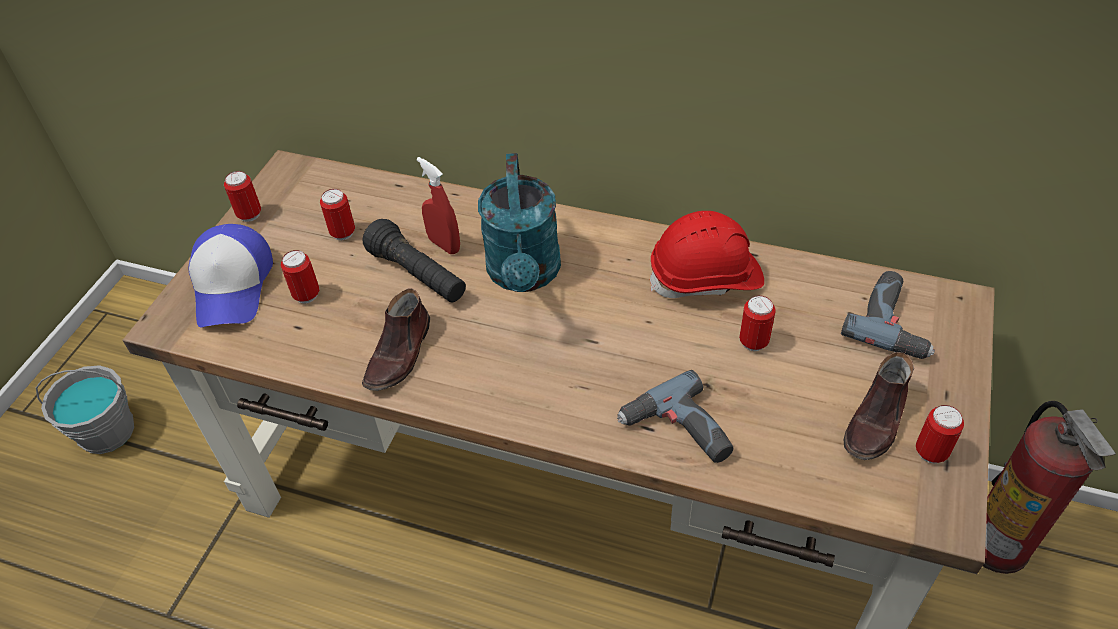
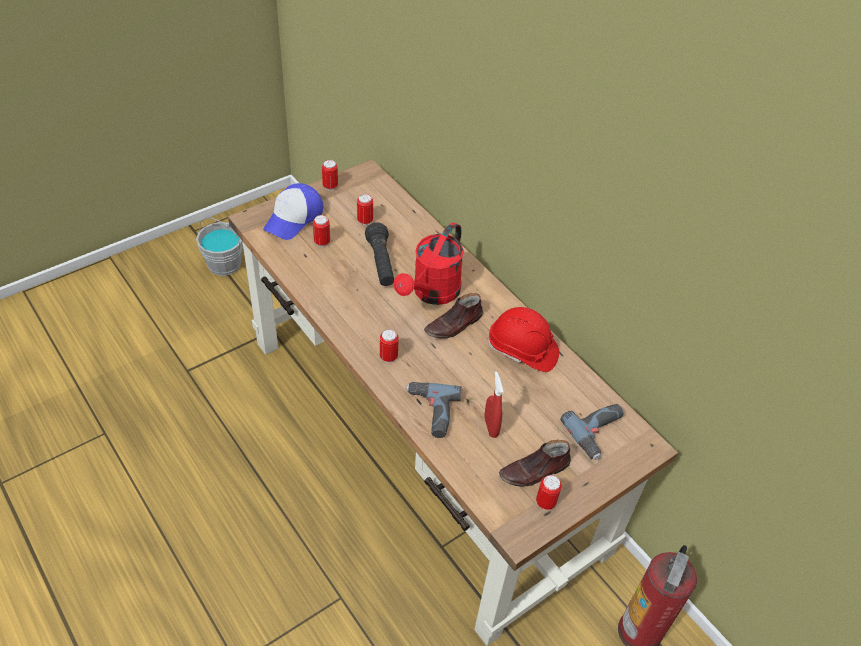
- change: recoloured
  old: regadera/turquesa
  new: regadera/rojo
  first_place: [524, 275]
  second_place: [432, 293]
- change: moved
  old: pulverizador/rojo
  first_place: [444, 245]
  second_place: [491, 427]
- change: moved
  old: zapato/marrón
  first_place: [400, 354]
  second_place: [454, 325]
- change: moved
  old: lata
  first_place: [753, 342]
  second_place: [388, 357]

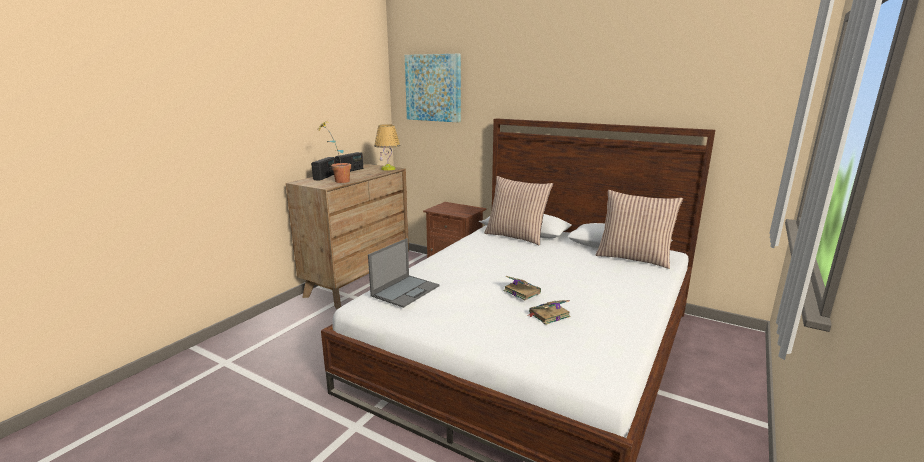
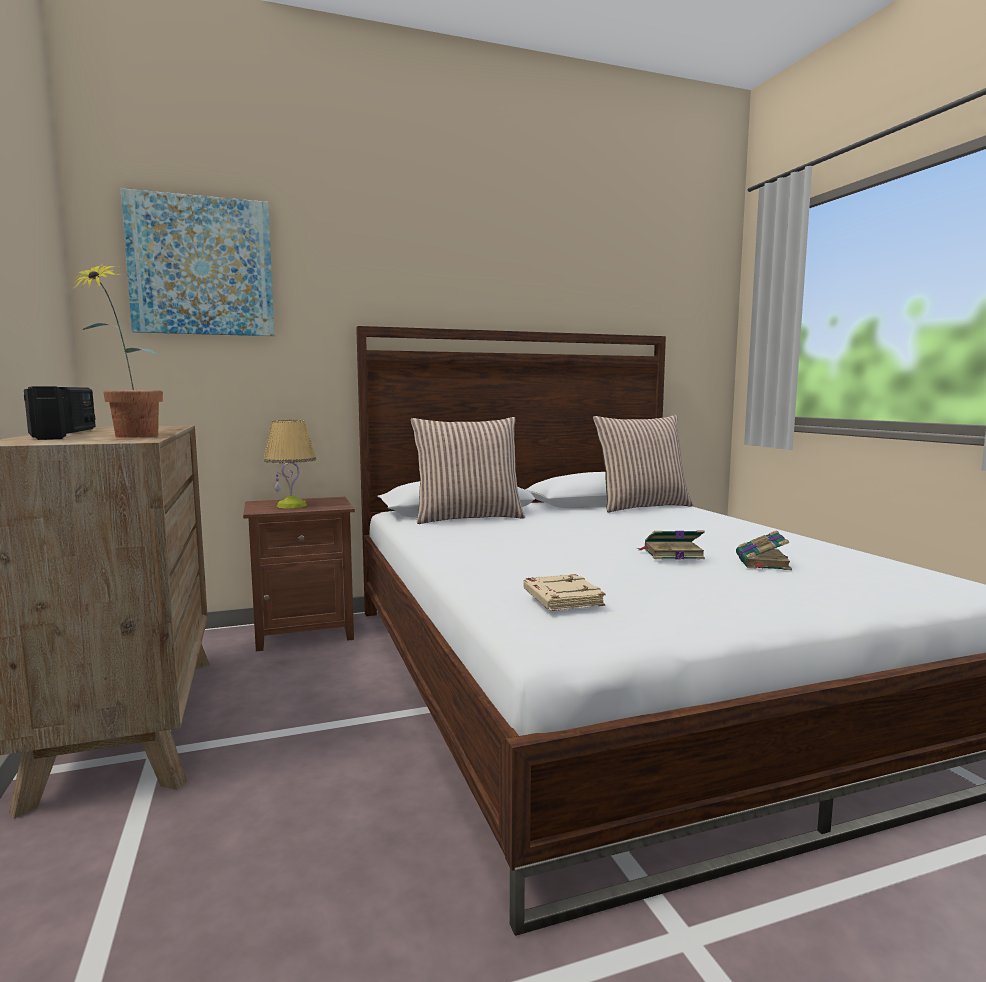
- change: moved
  old: lámpara de mesa
  first_place: [388, 169]
  second_place: [292, 505]
- change: replaced
  old: portátil
  new: libro/beis
  first_place: [406, 290]
  second_place: [561, 599]

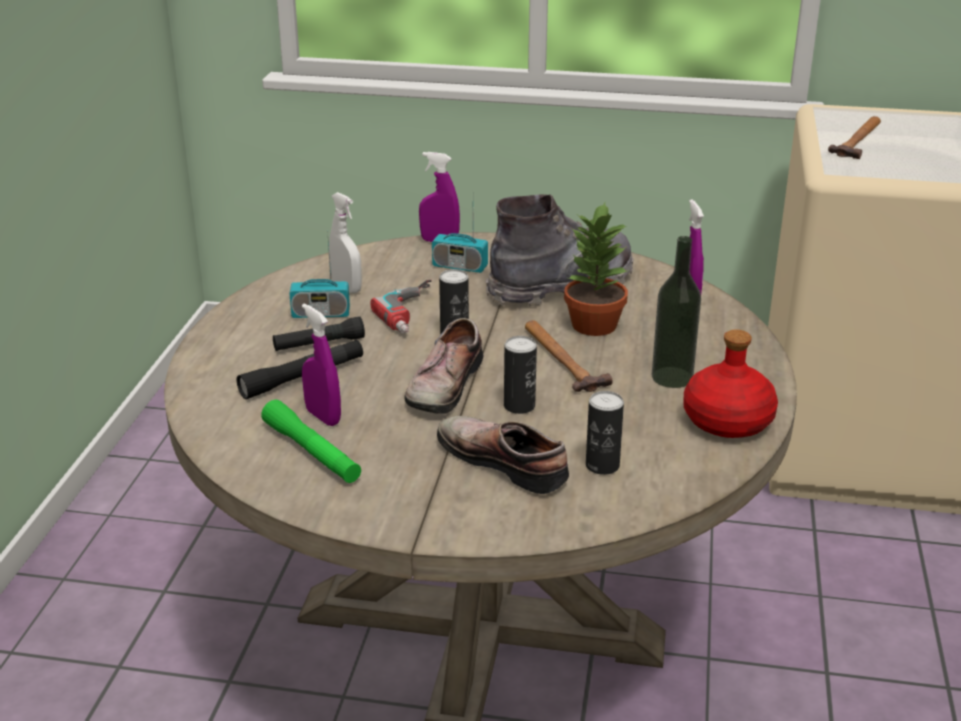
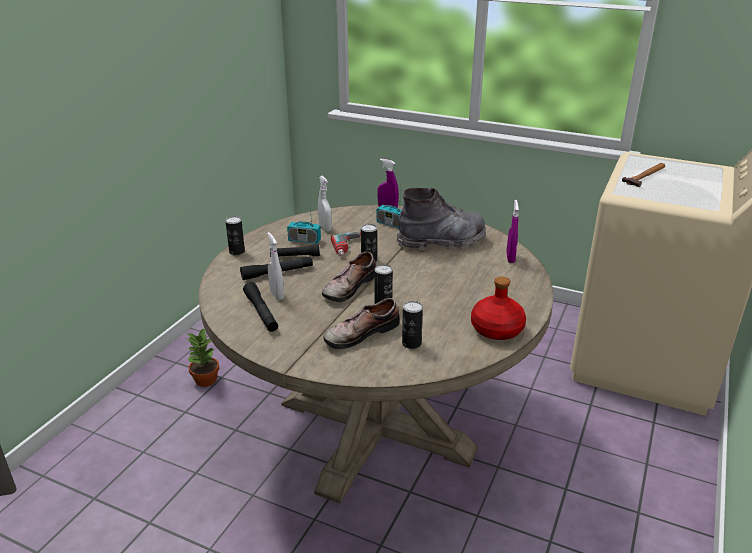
- change: moved
  old: planta en maceta
  first_place: [593, 325]
  second_place: [205, 380]
- change: removed
  old: botella
  first_place: [672, 377]
- change: recoloured
  old: pulverizador/morado
  new: pulverizador/blanco
  first_place: [323, 417]
  second_place: [277, 295]
- change: removed
  old: martillo
  first_place: [561, 359]
- change: recoloured
  old: linterna/verde
  new: linterna/negro
  first_place: [312, 452]
  second_place: [261, 312]
- change: turned
  old: zapato
  first_place: [505, 461]
  second_place: [360, 332]
  degrees: -90
- change: added
  new: lata
  second_place: [237, 251]

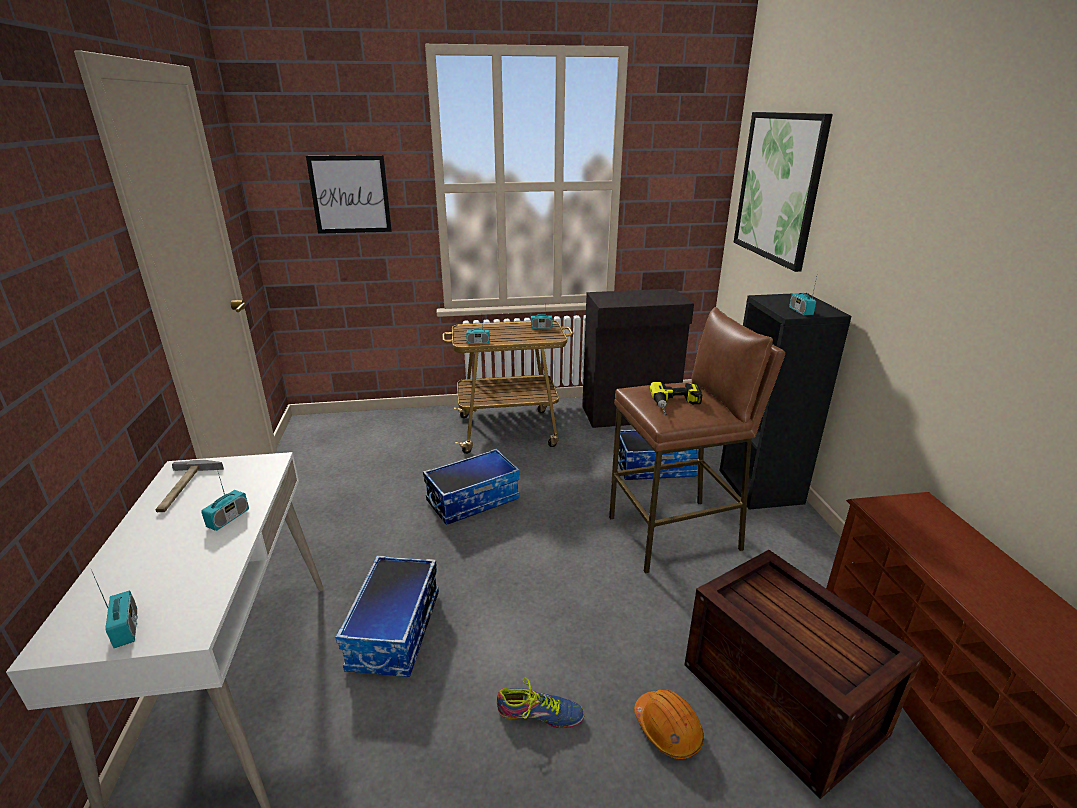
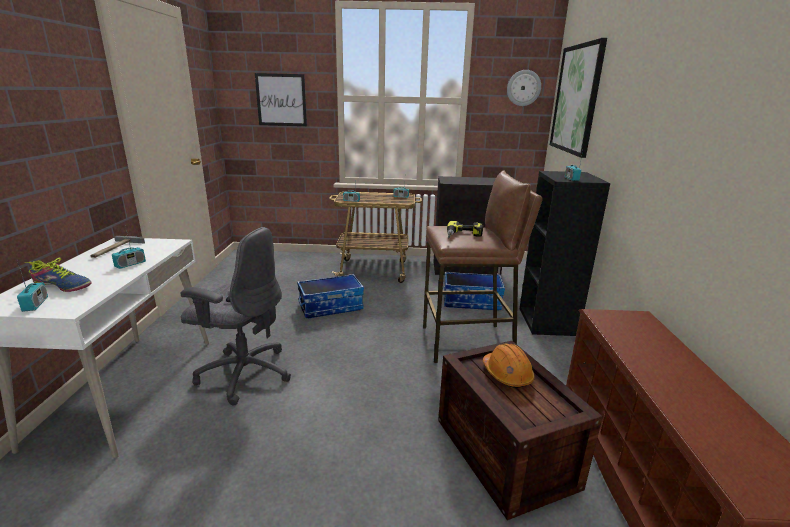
- change: replaced
  old: caja de almacenaje
  new: silla de oficina/gris
  first_place: [396, 631]
  second_place: [244, 373]
- change: moved
  old: zapato
  first_place: [539, 713]
  second_place: [63, 285]
- change: moved
  old: casco/naranja
  first_place: [667, 729]
  second_place: [507, 374]
- change: added
  new: reloj de pared
  second_place: [523, 88]

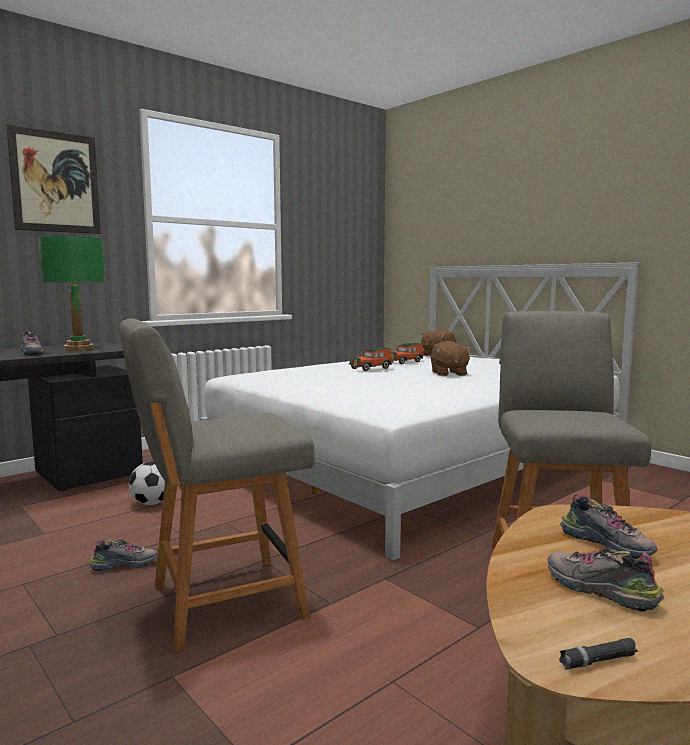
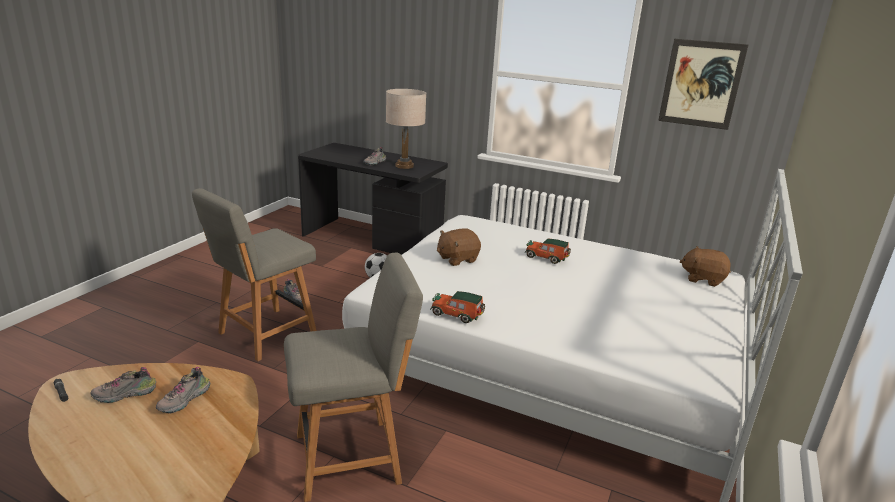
- change: moved
  old: cuadro
  first_place: [55, 182]
  second_place: [701, 84]
- change: recoloured
  old: lámpara de mesa/verde
  new: lámpara de mesa/beis
  first_place: [78, 349]
  second_place: [404, 166]
- change: turned
  old: silla/gris
  first_place: [221, 602]
  second_place: [264, 335]
  degrees: -90
- change: moved
  old: peluche/marrón
  first_place: [448, 374]
  second_place: [457, 259]
- change: moved
  old: coche de juguete
  first_place: [405, 362]
  second_place: [458, 315]
- change: turned
  old: zapato
  first_place: [598, 591]
  second_place: [124, 395]
  degrees: -135

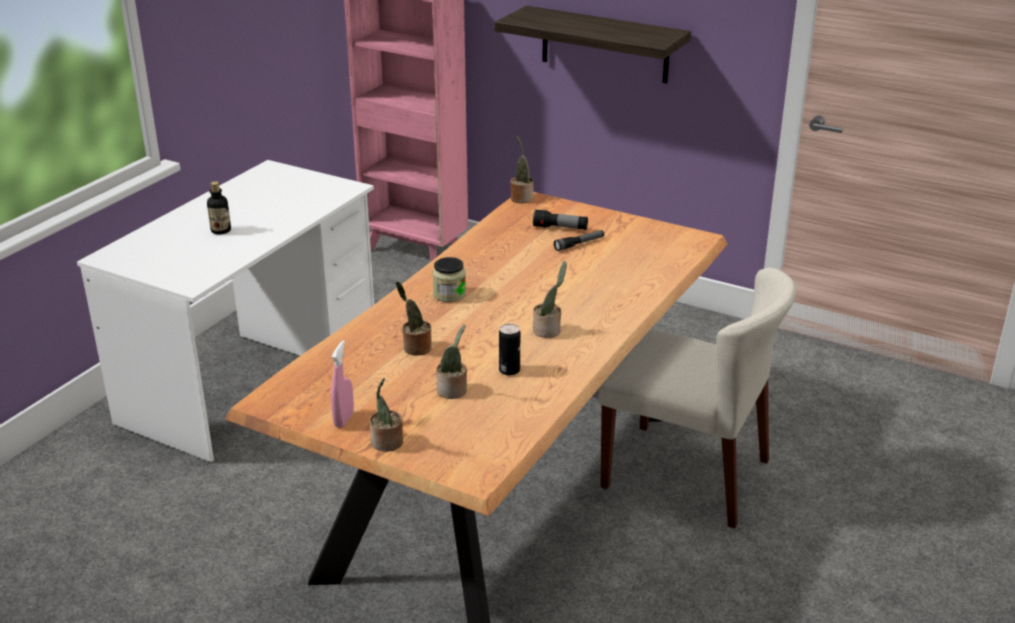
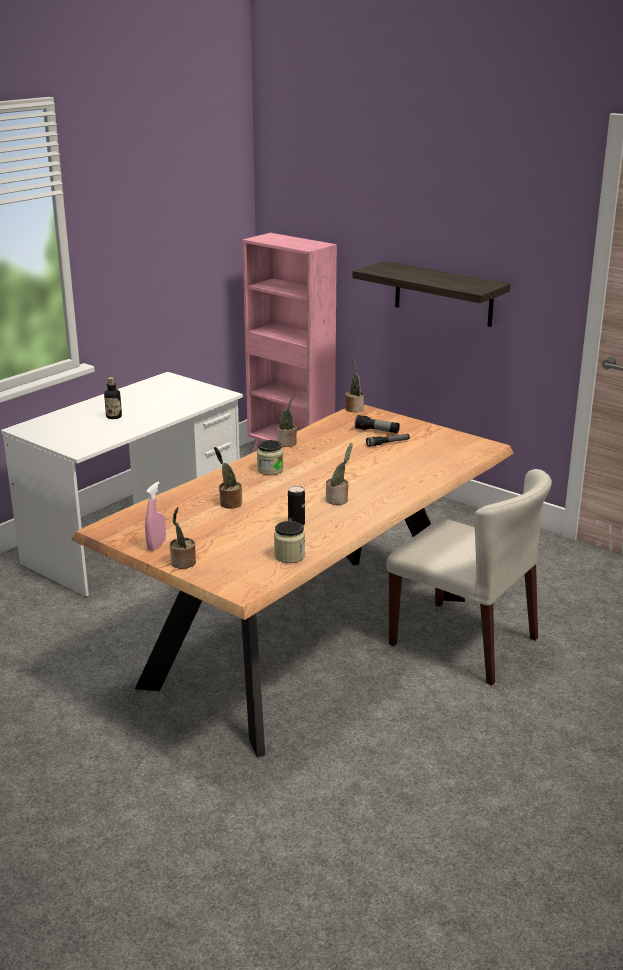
- change: moved
  old: planta en maceta
  first_place: [453, 391]
  second_place: [287, 443]
- change: added
  new: tarro
  second_place: [289, 556]

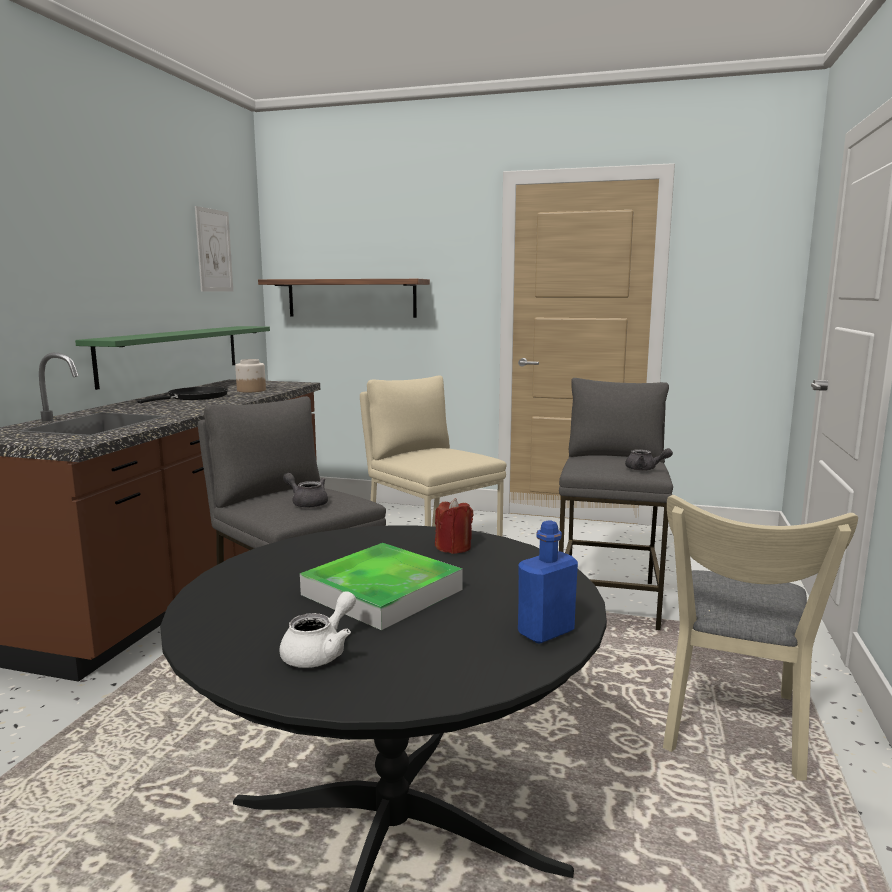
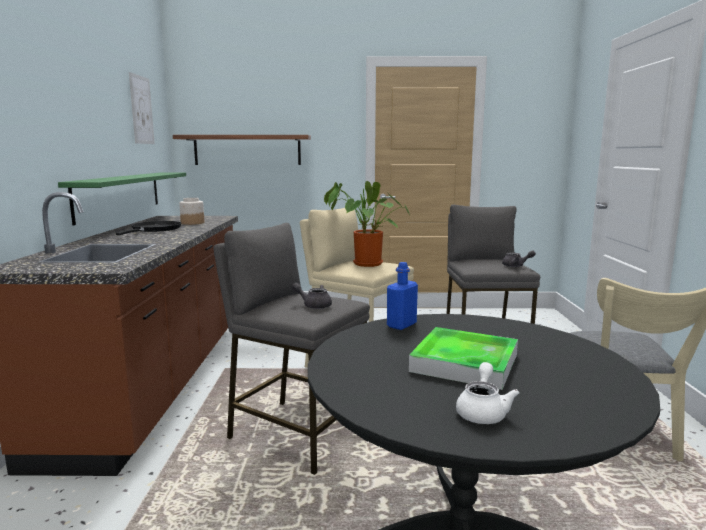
- change: removed
  old: vela/rojo
  first_place: [453, 547]
- change: moved
  old: botella/azul
  first_place: [545, 632]
  second_place: [401, 325]
- change: added
  new: planta en maceta
  second_place: [364, 264]

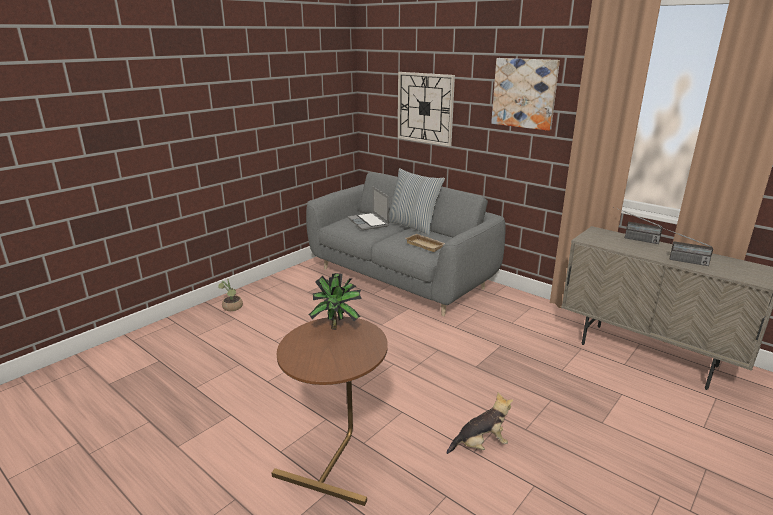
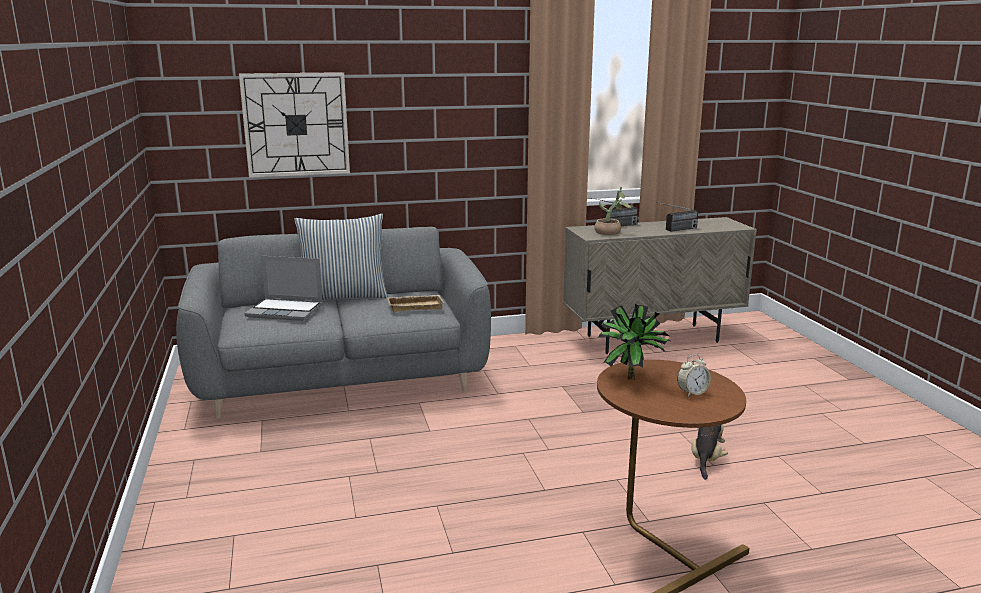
- change: removed
  old: cuadro
  first_place: [524, 93]
- change: moved
  old: planta en maceta
  first_place: [232, 308]
  second_place: [610, 232]
- change: added
  new: despertador
  second_place: [692, 393]

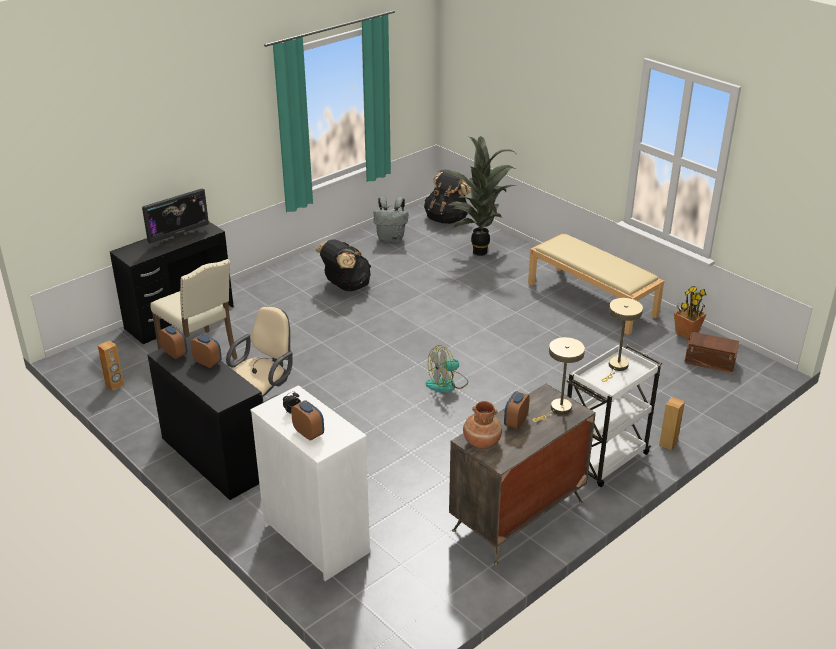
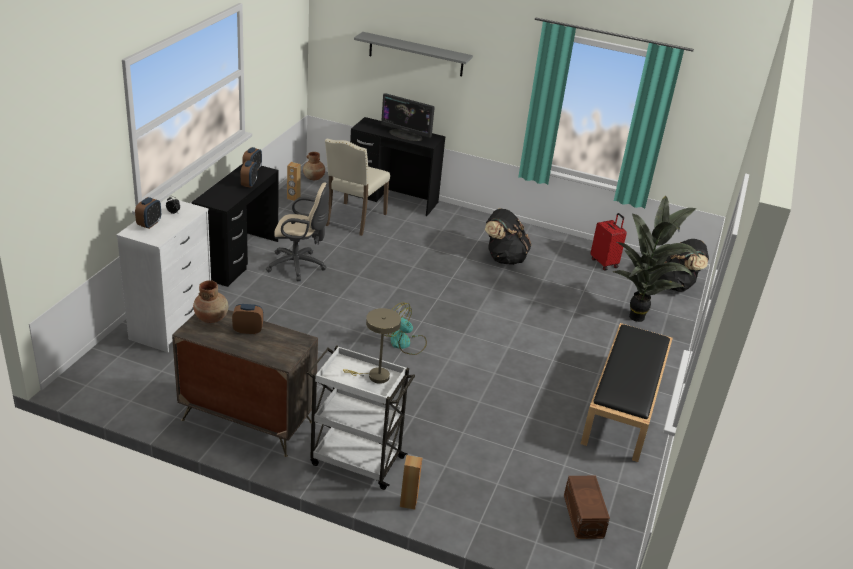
- change: replaced
  old: mochila/gris
  new: maleta/rojo
  first_place: [391, 239]
  second_place: [604, 263]
- change: recoloured
  old: banco/beis
  new: banco/negro
  first_place: [592, 299]
  second_place: [624, 407]
- change: removed
  old: planta en maceta
  first_place: [686, 333]
- change: removed
  old: lámpara de mesa/beis
  first_place: [558, 409]
- change: added
  new: estante/gris
  second_place: [416, 54]
- change: added
  new: florero/marrón
  second_place: [313, 178]

